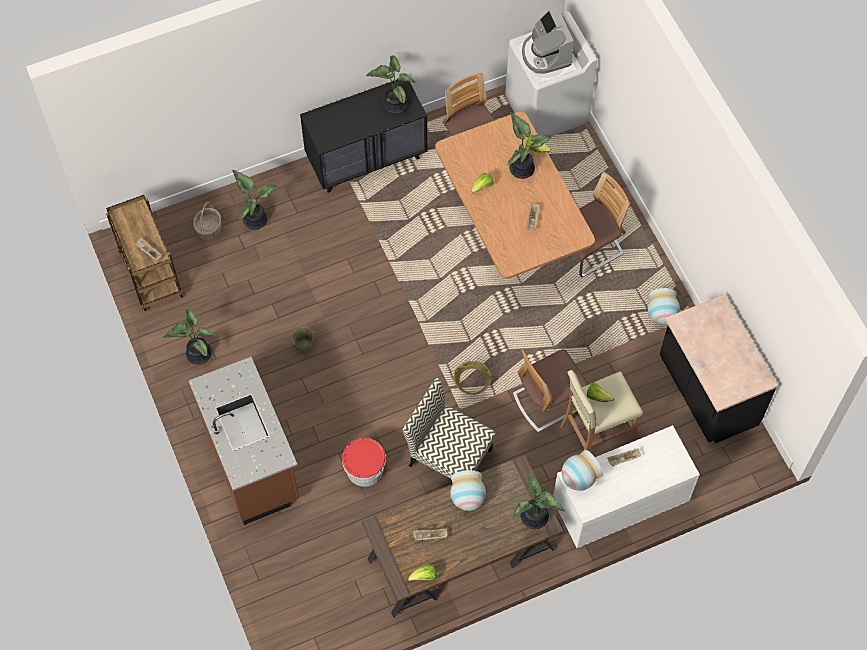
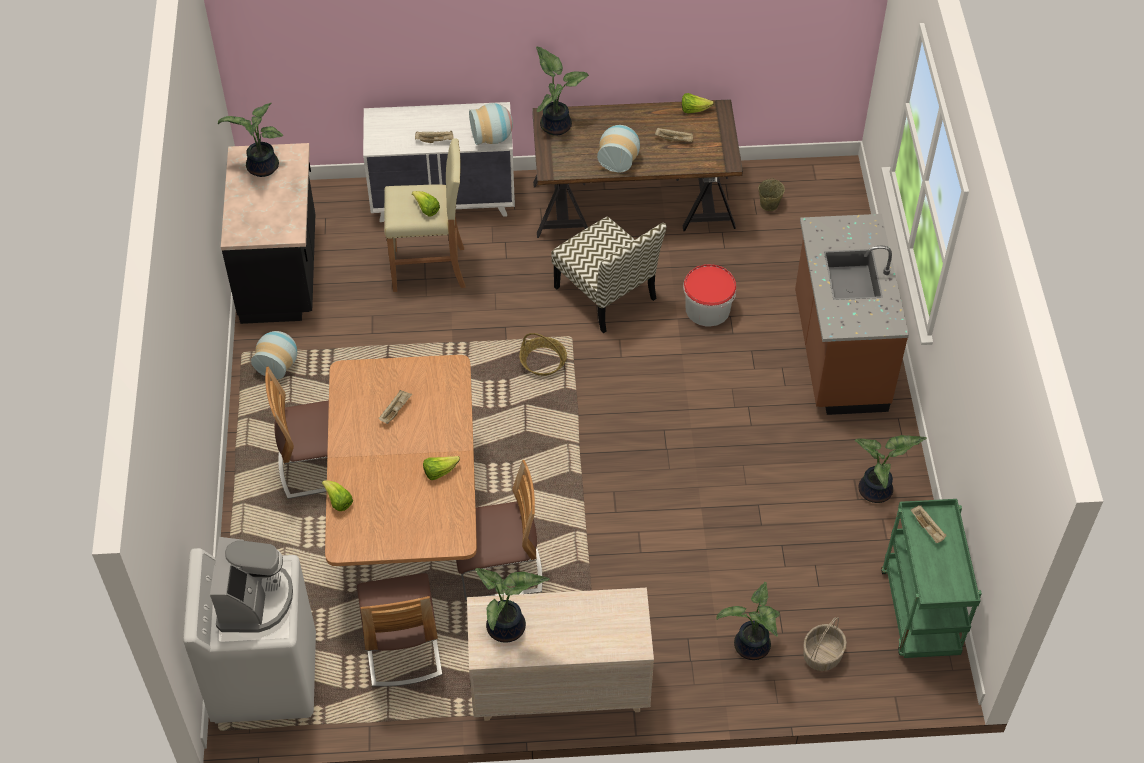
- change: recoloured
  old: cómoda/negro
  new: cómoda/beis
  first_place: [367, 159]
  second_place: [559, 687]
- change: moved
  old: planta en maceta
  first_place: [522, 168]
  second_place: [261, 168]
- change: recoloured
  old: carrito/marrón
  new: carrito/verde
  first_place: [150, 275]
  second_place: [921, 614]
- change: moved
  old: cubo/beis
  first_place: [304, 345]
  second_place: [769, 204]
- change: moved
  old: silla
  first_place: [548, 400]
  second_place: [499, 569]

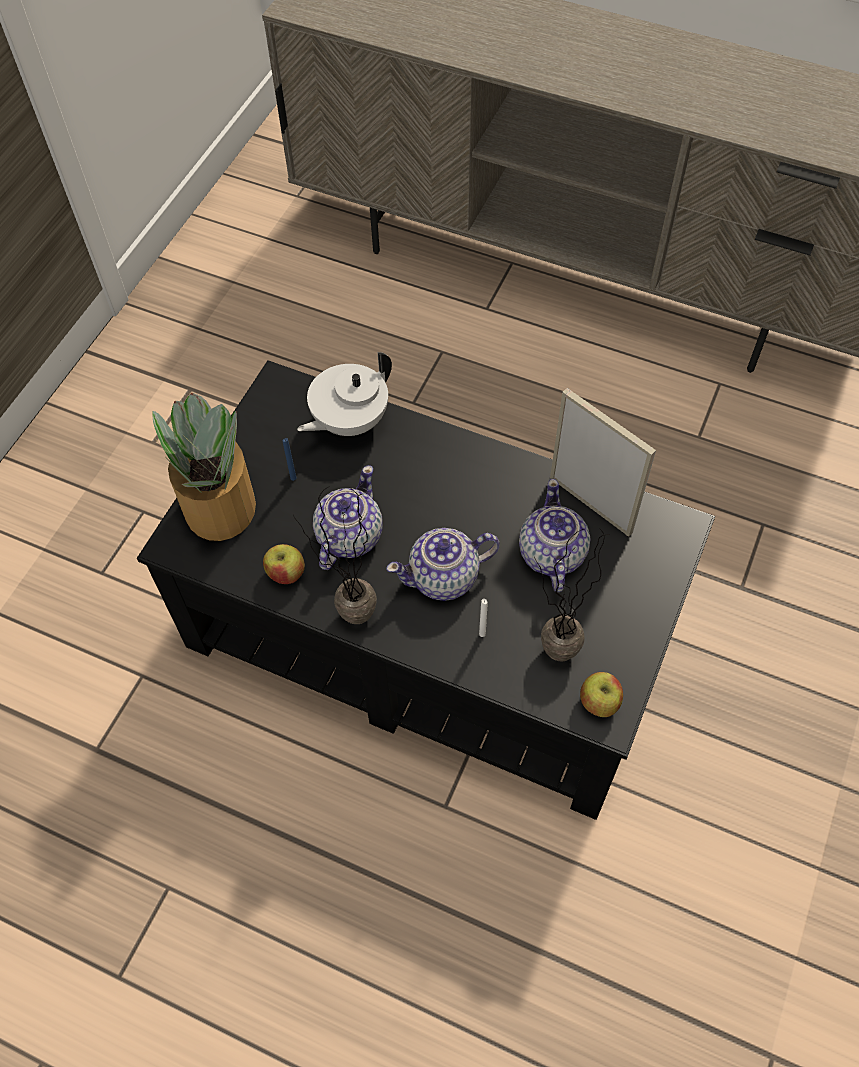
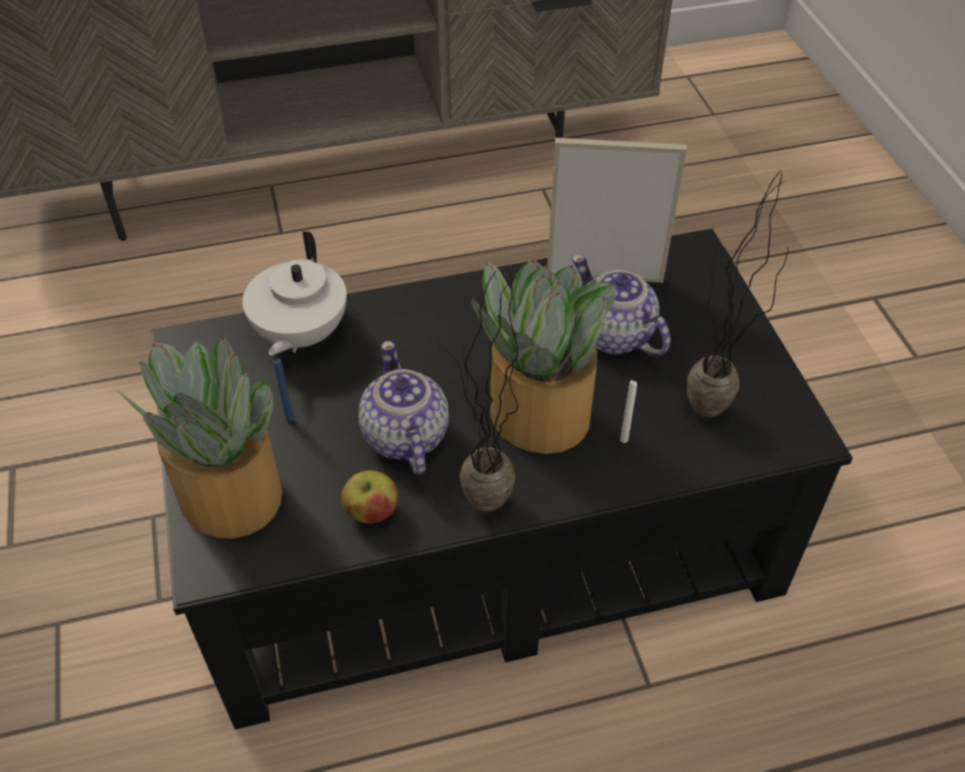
- change: replaced
  old: tetera
  new: planta en maceta
  first_place: [445, 577]
  second_place: [538, 413]
- change: removed
  old: manzana
  first_place: [599, 702]

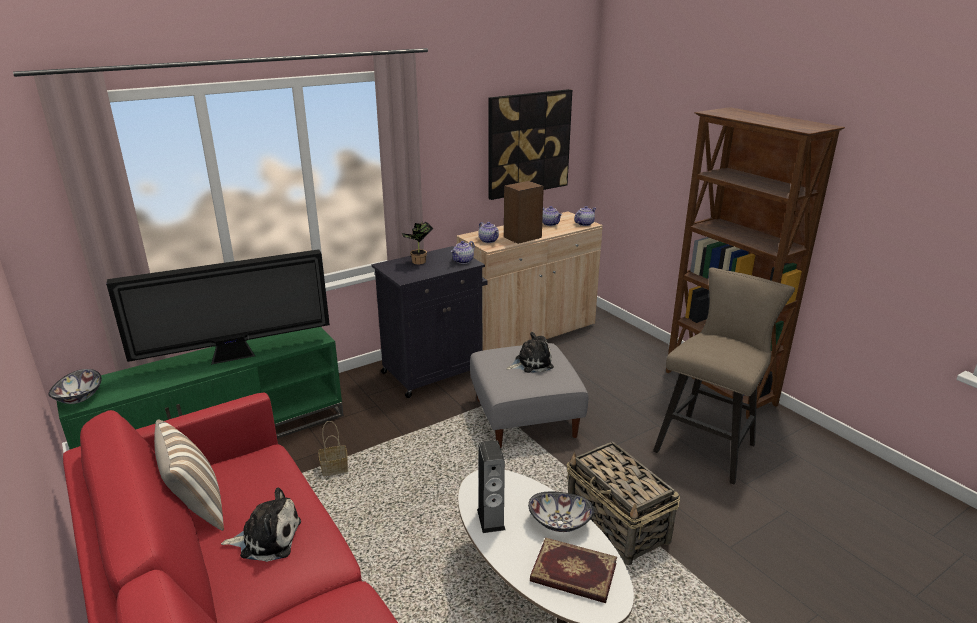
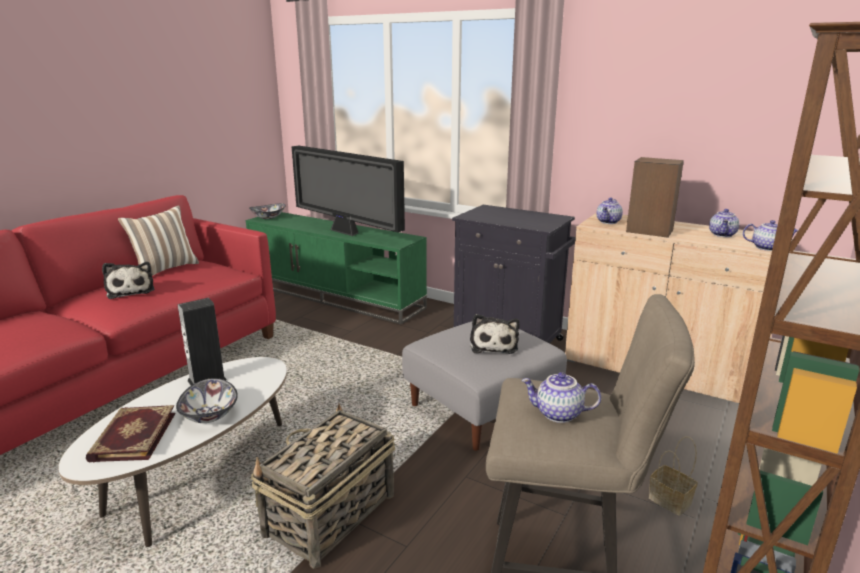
- change: removed
  old: cuadro
  first_place: [528, 143]
- change: removed
  old: planta en maceta
  first_place: [418, 262]
- change: moved
  old: tetera
  first_place: [463, 261]
  second_place: [558, 414]
- change: turned
  old: peluche
  first_place: [531, 363]
  second_place: [493, 345]
  degrees: 45
- change: moved
  old: cesta
  first_place: [335, 468]
  second_place: [671, 501]

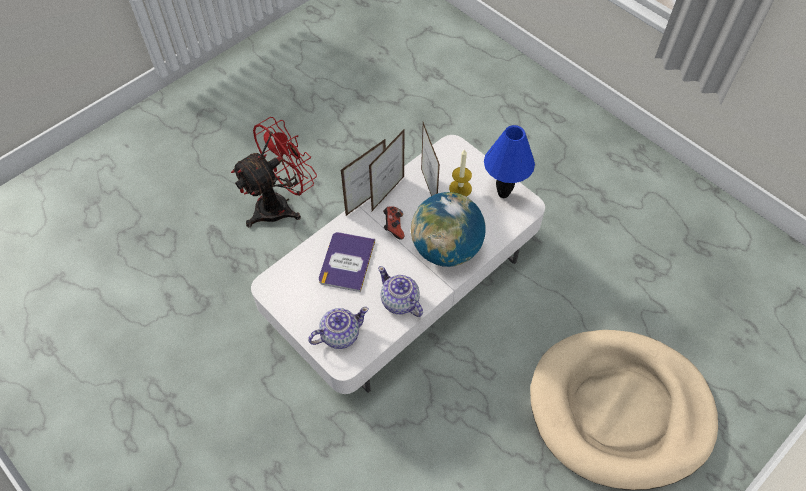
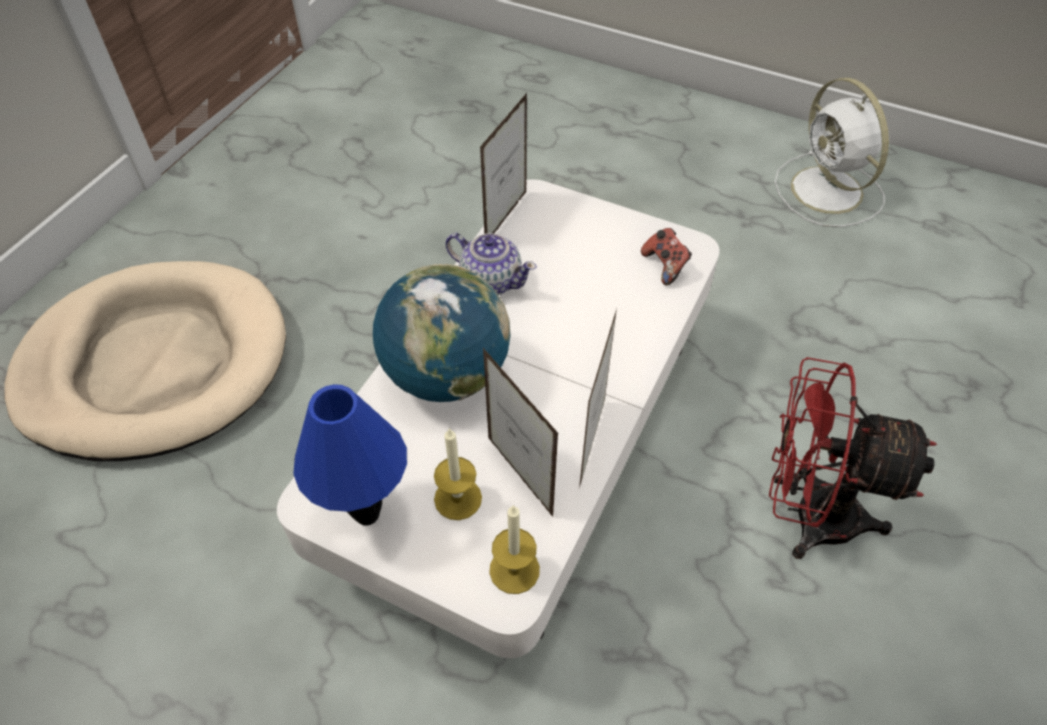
- change: turned
  old: ventilador/rojo
  first_place: [280, 204]
  second_place: [807, 514]
  degrees: 75
- change: moved
  old: portarretratos
  first_place: [366, 201]
  second_place: [506, 217]
- change: moved
  old: mando de consola
  first_place: [393, 227]
  second_place: [665, 266]
- change: removed
  old: libro
  first_place: [346, 262]
- change: removed
  old: tetera
  first_place: [339, 335]
- change: added
  new: ventilador/blanco
  second_place: [828, 192]
- change: added
  new: vela
  second_place: [514, 570]

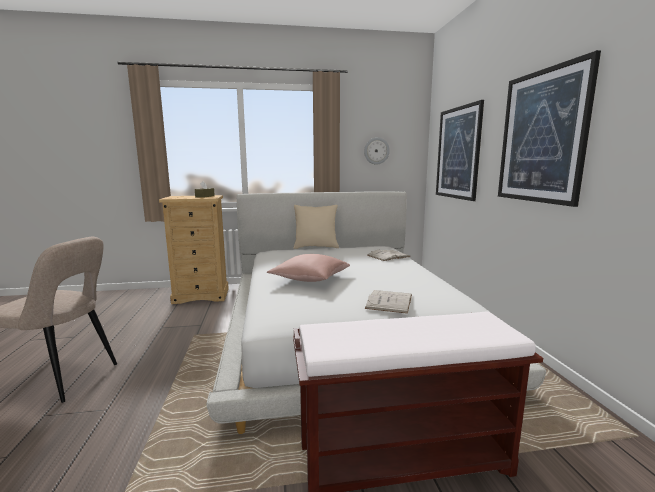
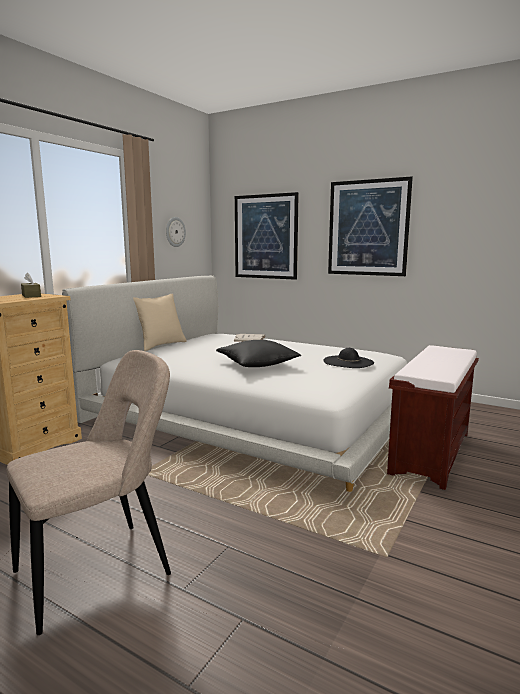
- change: recoloured
  old: cojín/rosa
  new: cojín/negro
  first_place: [310, 278]
  second_place: [257, 365]
- change: replaced
  old: libro/blanco
  new: sombrero/negro
  first_place: [389, 301]
  second_place: [348, 362]

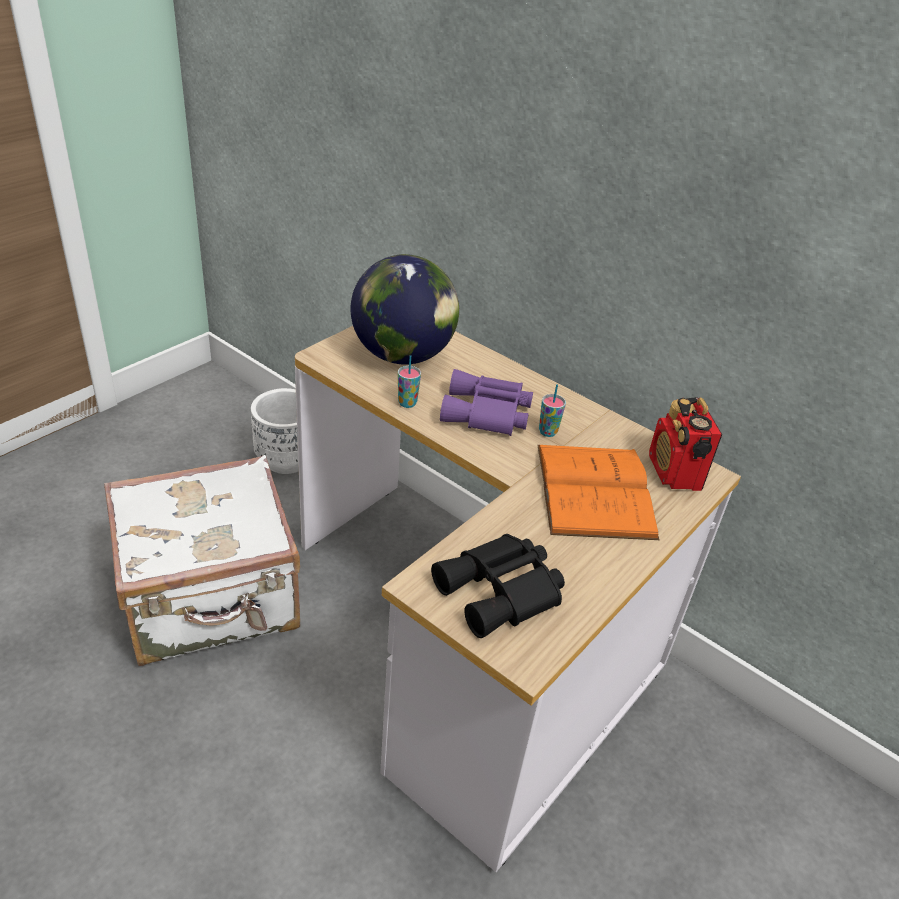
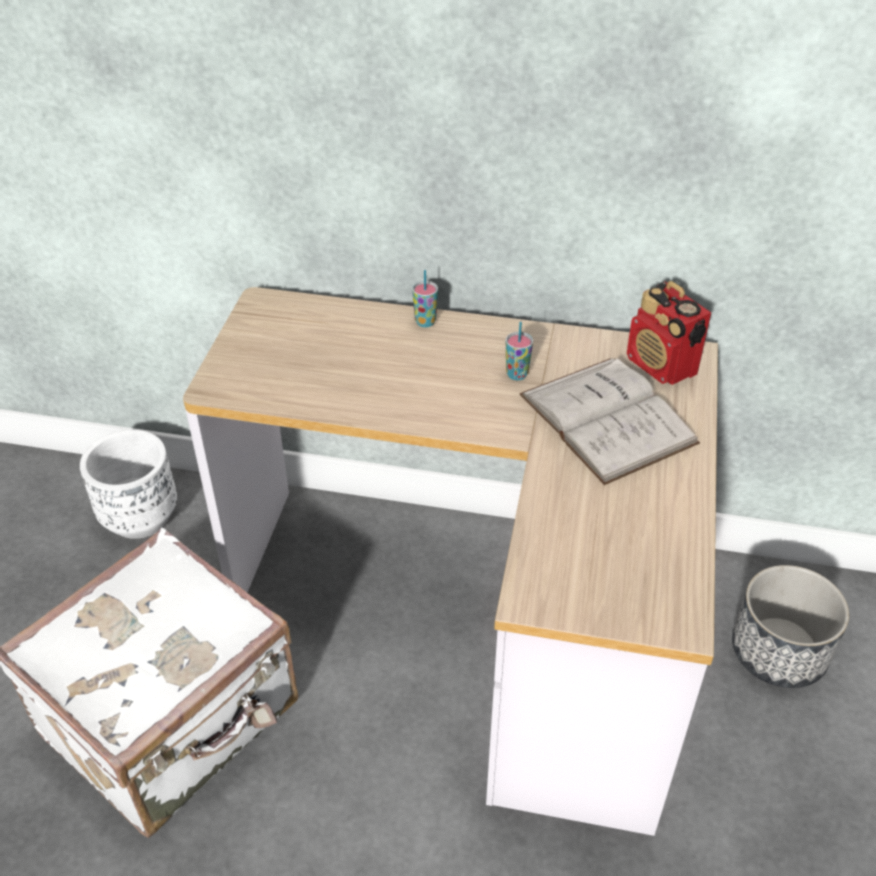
- change: removed
  old: globo terráqueo
  first_place: [402, 356]
- change: moved
  old: taza
  first_place: [407, 403]
  second_place: [425, 322]
- change: removed
  old: prismáticos/morado
  first_place: [487, 414]
- change: recoloured
  old: libro/naranja
  new: libro/blanco
  first_place: [594, 490]
  second_place: [607, 418]
- change: removed
  old: prismáticos/negro
  first_place: [502, 593]
- change: added
  new: maceta
  second_place: [779, 651]

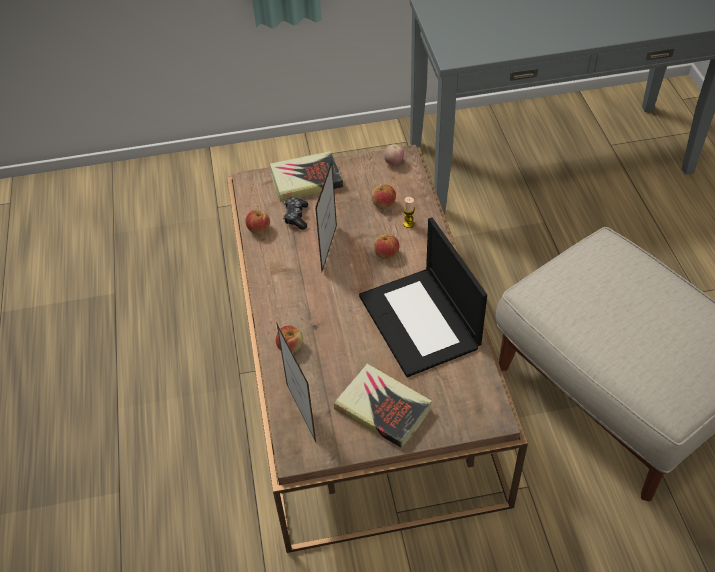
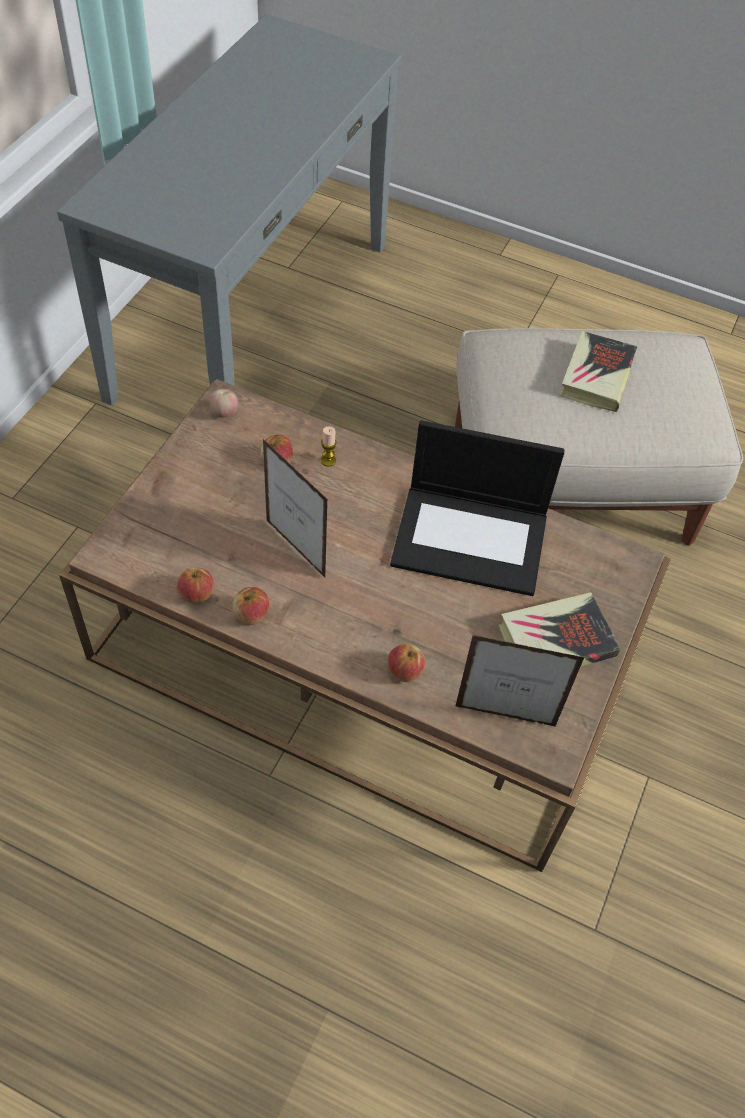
- change: moved
  old: libro
  first_place: [306, 180]
  second_place: [596, 376]
- change: removed
  old: mando de consola
  first_place: [296, 217]
- change: moved
  old: manzana
  first_place: [386, 254]
  second_place: [251, 614]

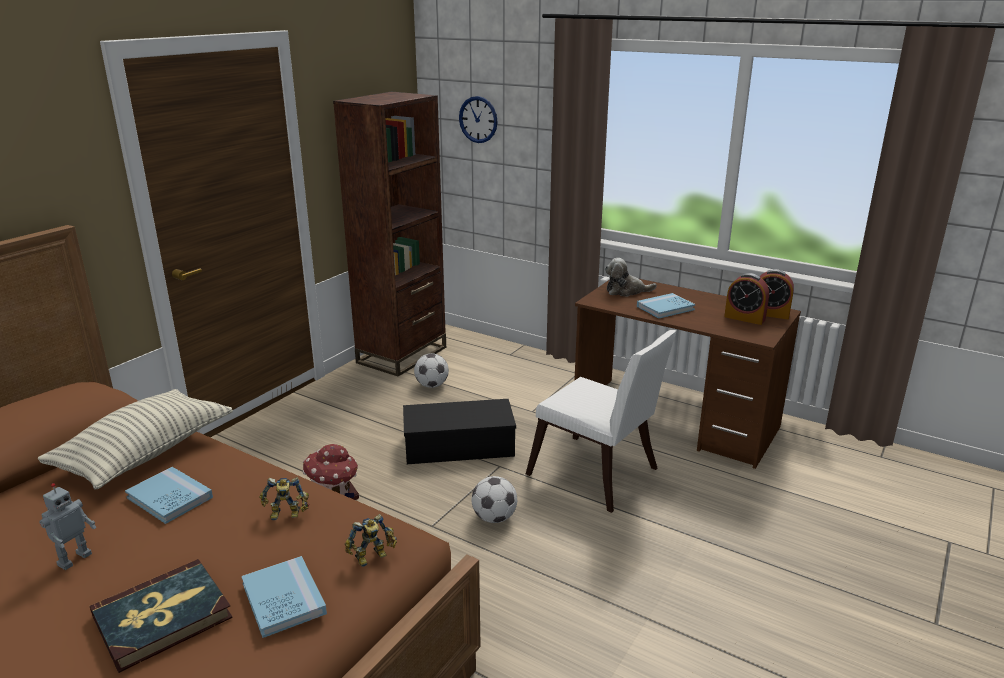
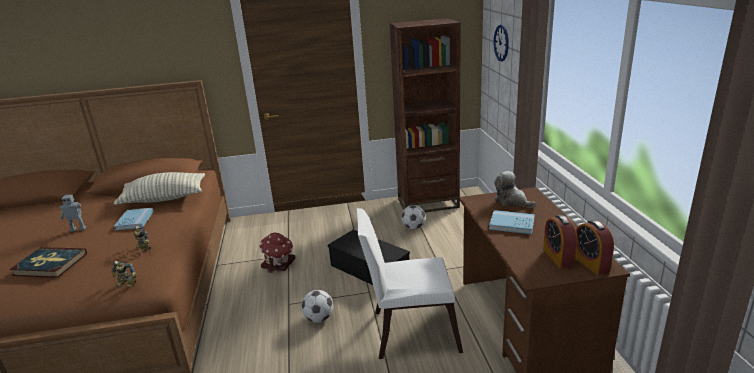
- change: turned
  old: silla/blanco
  first_place: [598, 476]
  second_place: [409, 331]
  degrees: 90
- change: removed
  old: libro/azul
  first_place: [283, 599]

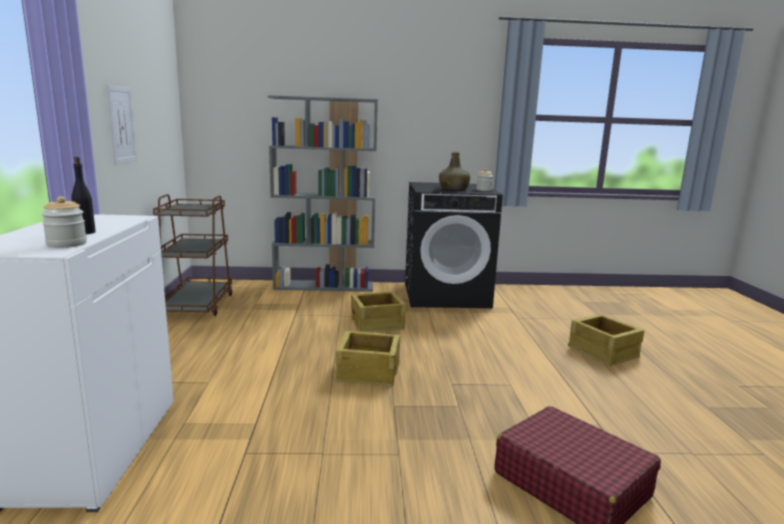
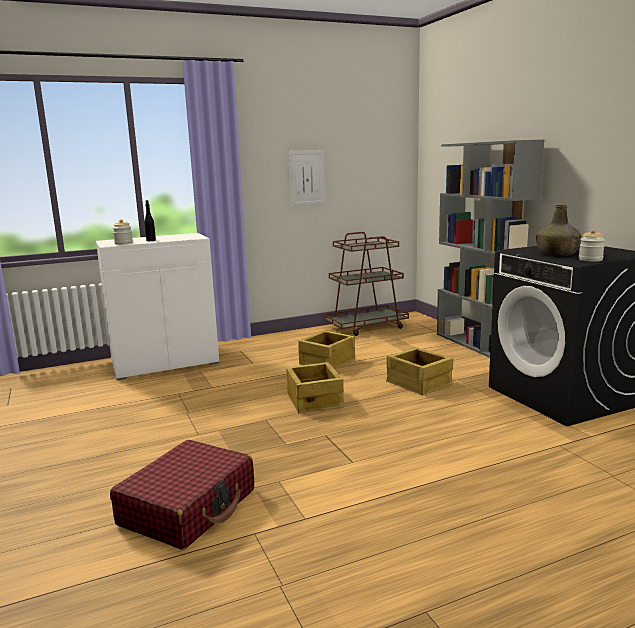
- change: moved
  old: caja de embalaje
  first_place: [603, 352]
  second_place: [326, 362]

